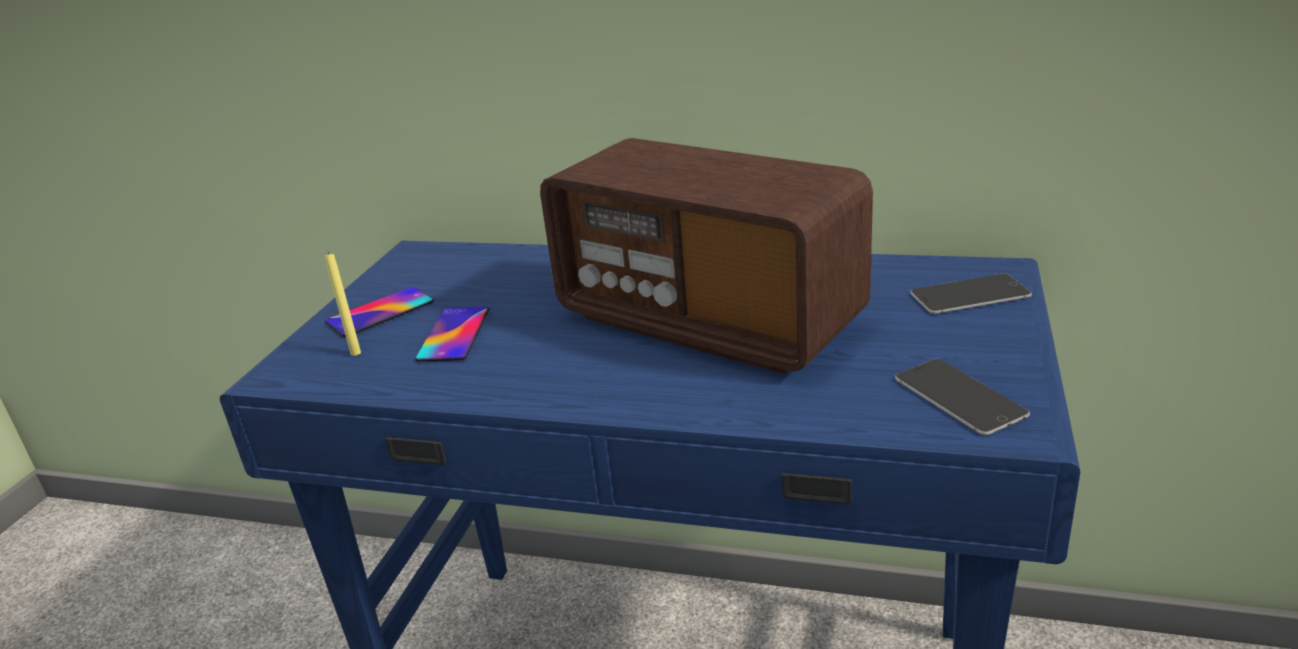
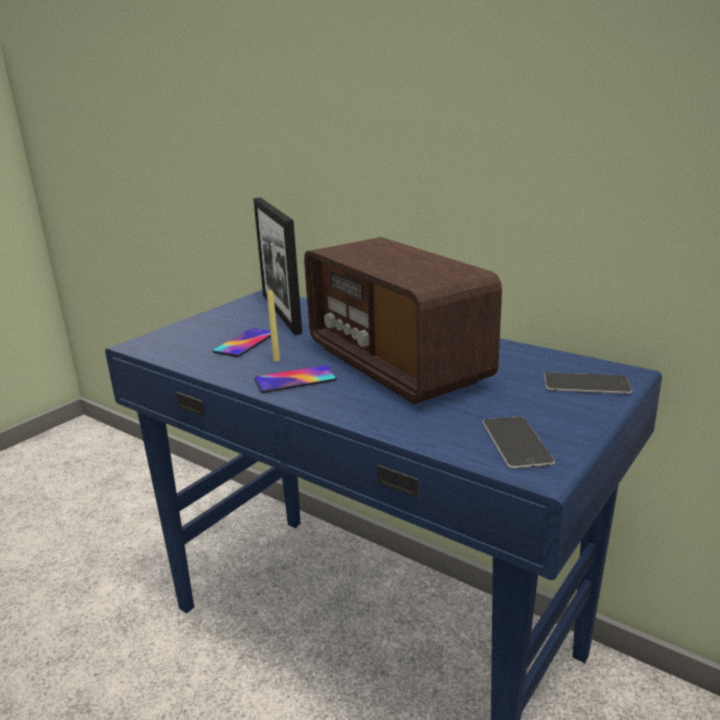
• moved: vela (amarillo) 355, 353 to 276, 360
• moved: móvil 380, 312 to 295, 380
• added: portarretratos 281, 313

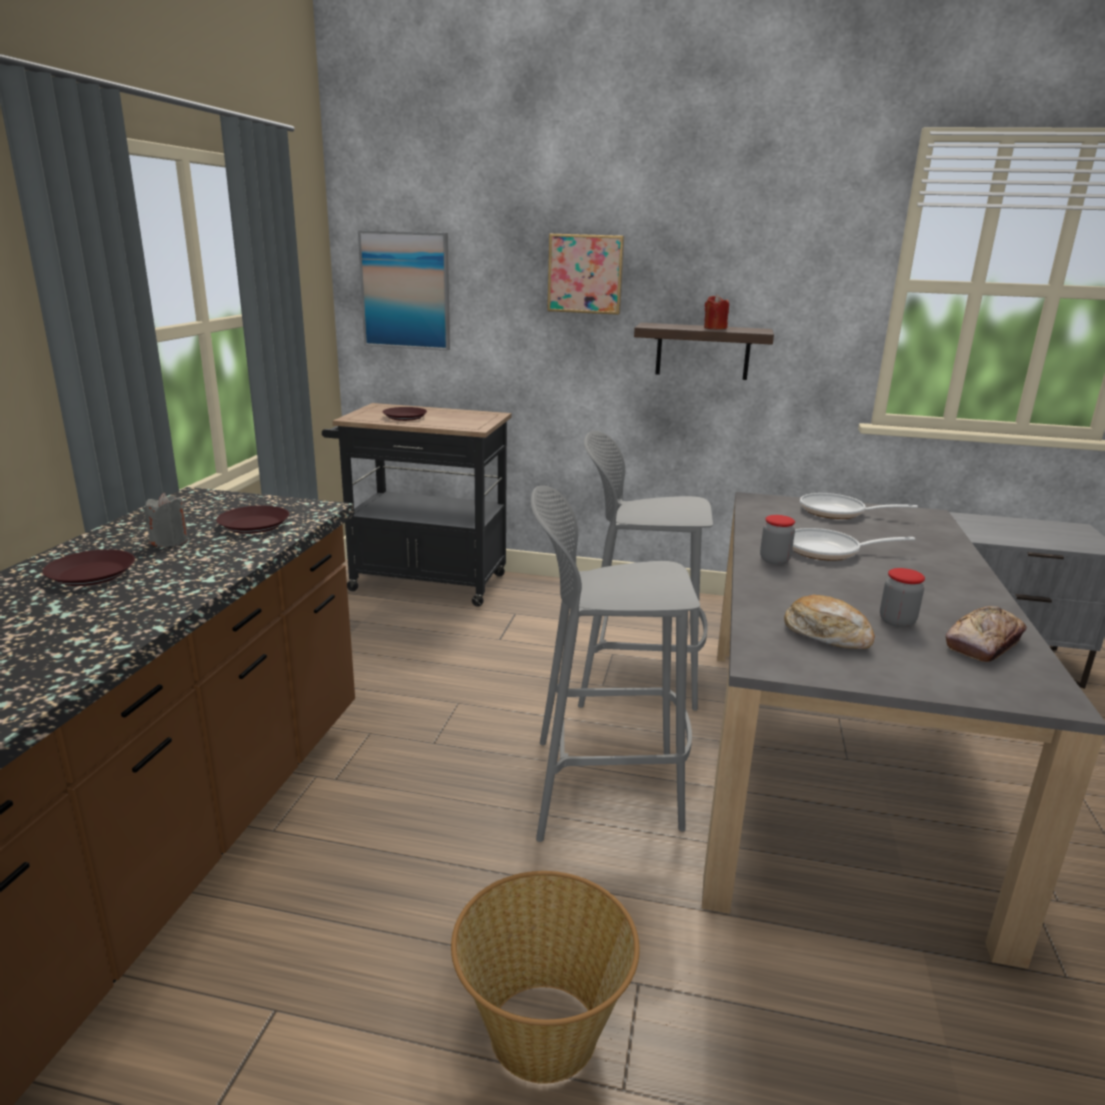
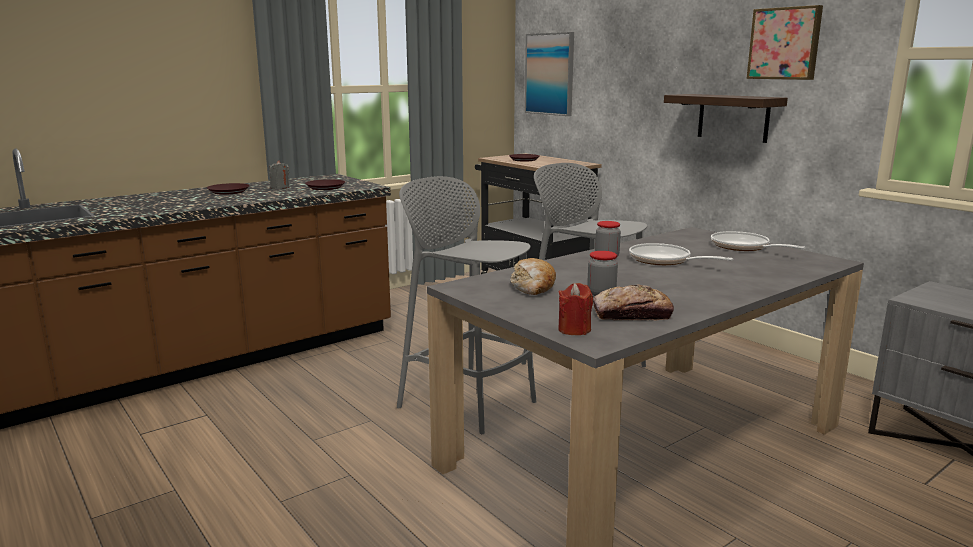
• moved: cuadro 585, 274 to 785, 43
• moved: vela (rojo) 715, 328 to 574, 329
• removed: cesta 542, 1033

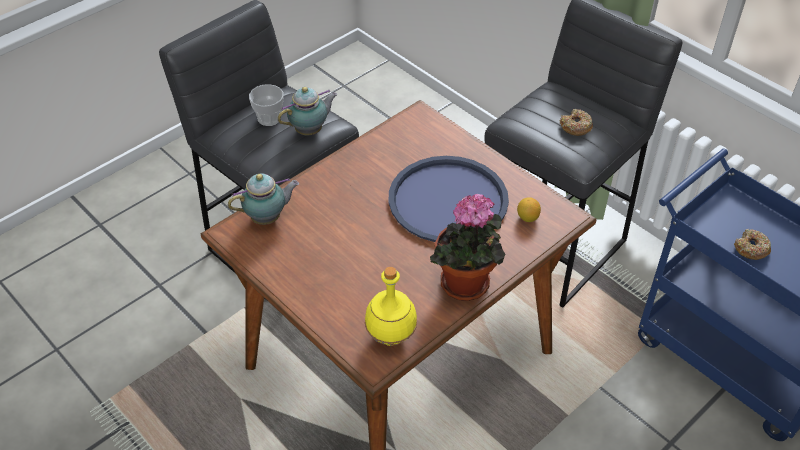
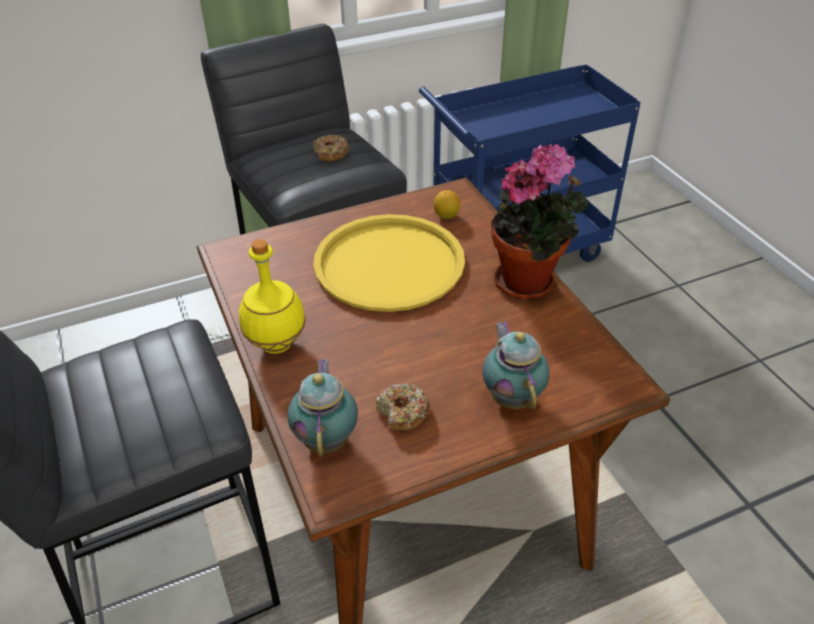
• removed: taza 269, 118
• moved: tetera 311, 130 to 512, 396
• recoloured: bandeja (azul) 448, 201 to bandeja (amarillo) 389, 264
• moved: rosquilla 751, 249 to 403, 413
• moved: botella (amarillo) 391, 337 to 277, 344

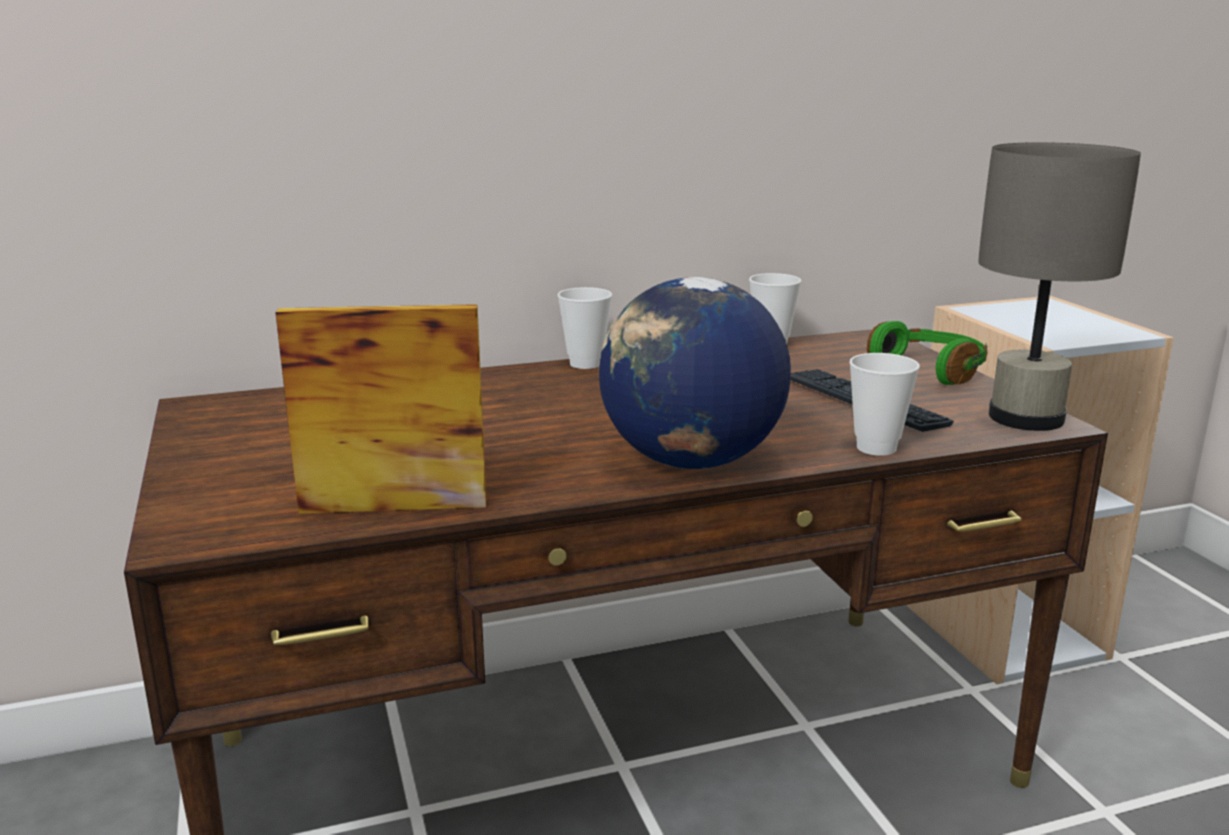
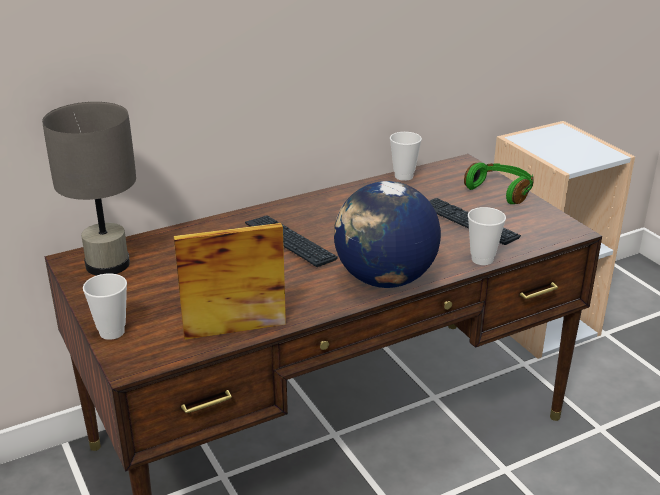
• moved: lámpara de mesa (gris) 1024, 417 to 107, 264
• moved: taza 585, 364 to 112, 332
• added: teclado 289, 242

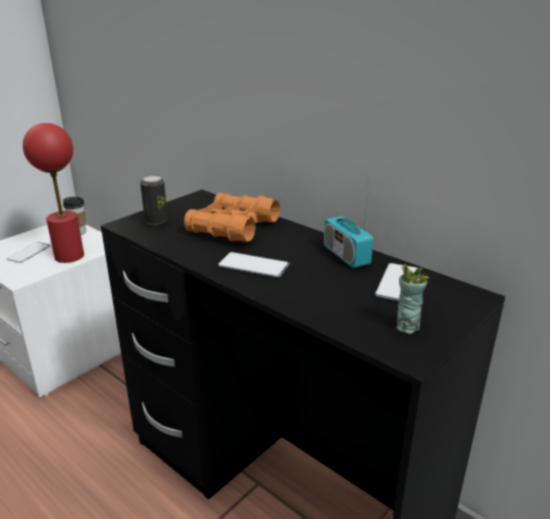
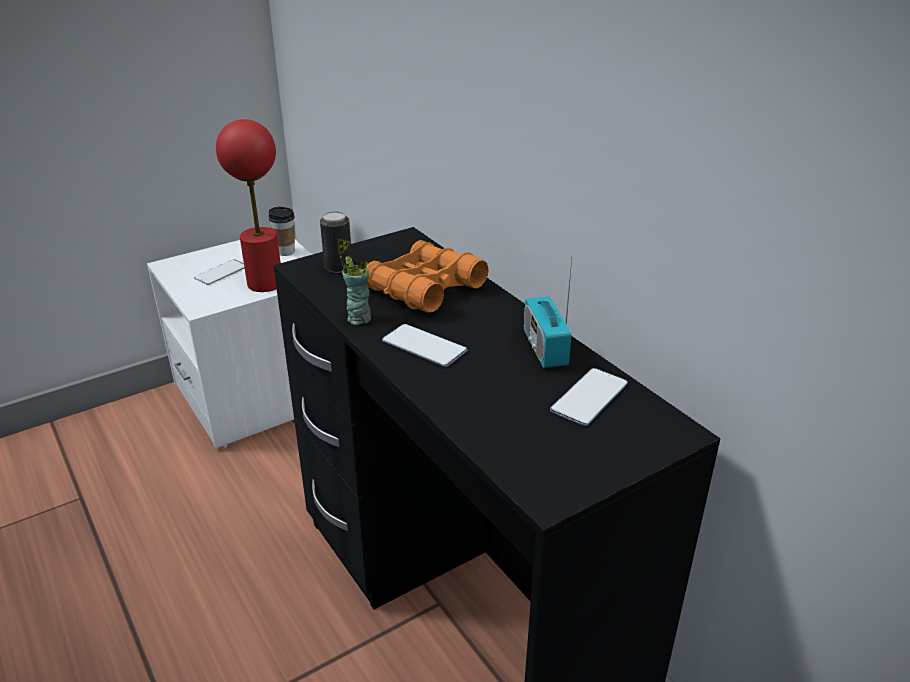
• moved: taza 406, 326 to 359, 318

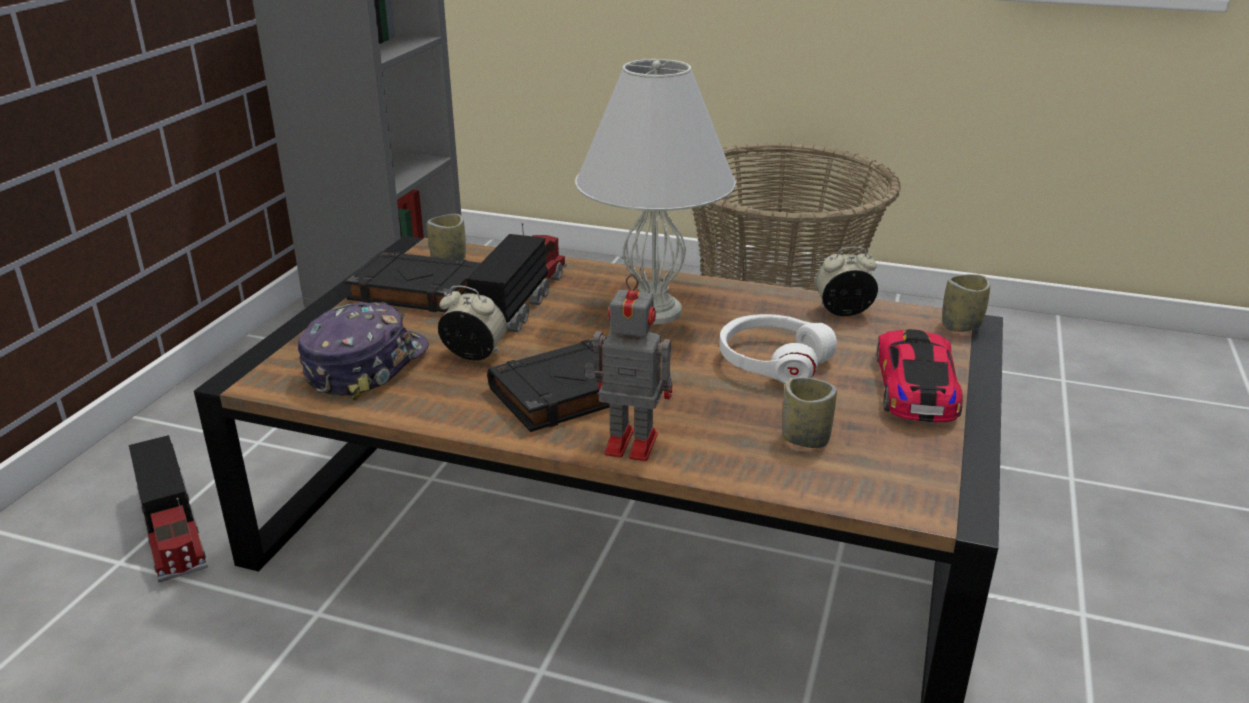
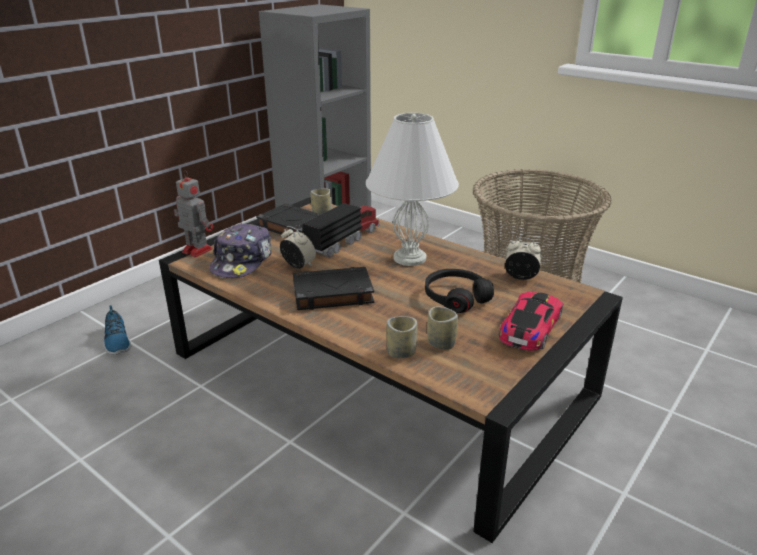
• moved: robot de juguete 628, 443 to 196, 250
• moved: taza 961, 326 to 401, 352
• turned: gorra 365, 365 = 242, 261 150 degrees clockwise
• recoloured: auriculares (blanco) 773, 362 to auriculares (negro) 456, 297
• removed: camión de juguete 172, 530
• added: zapato 116, 341

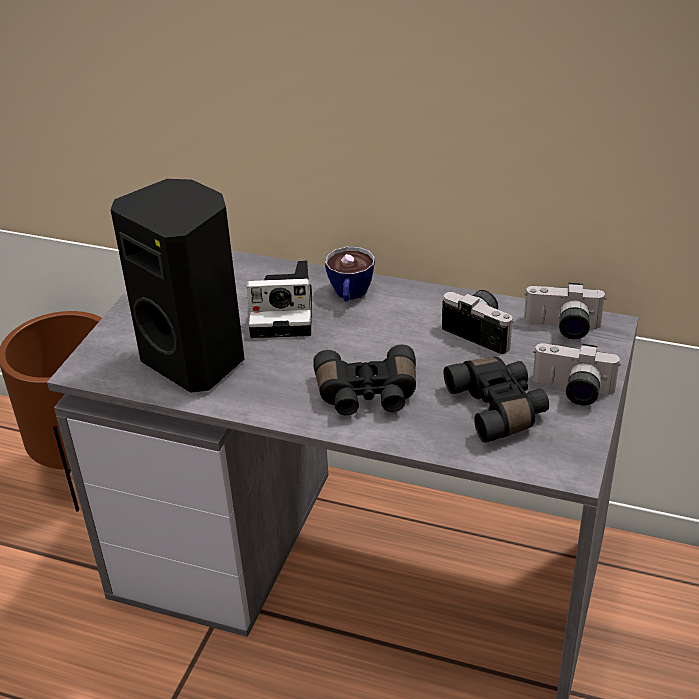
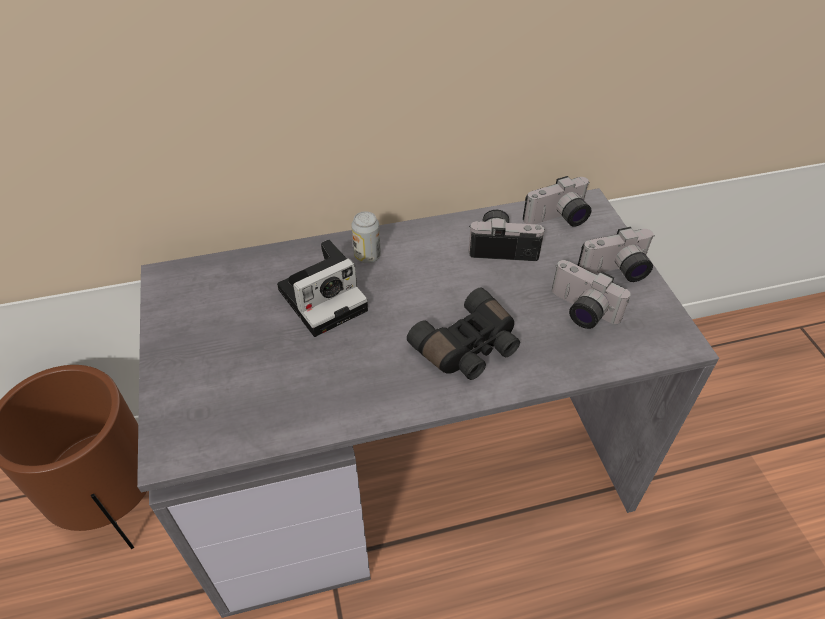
• removed: altavoz (negro) 197, 360
• replaced: taza 350, 295 to lata 367, 256
• replaced: prismáticos (negro) 499, 408 to cámara 580, 311

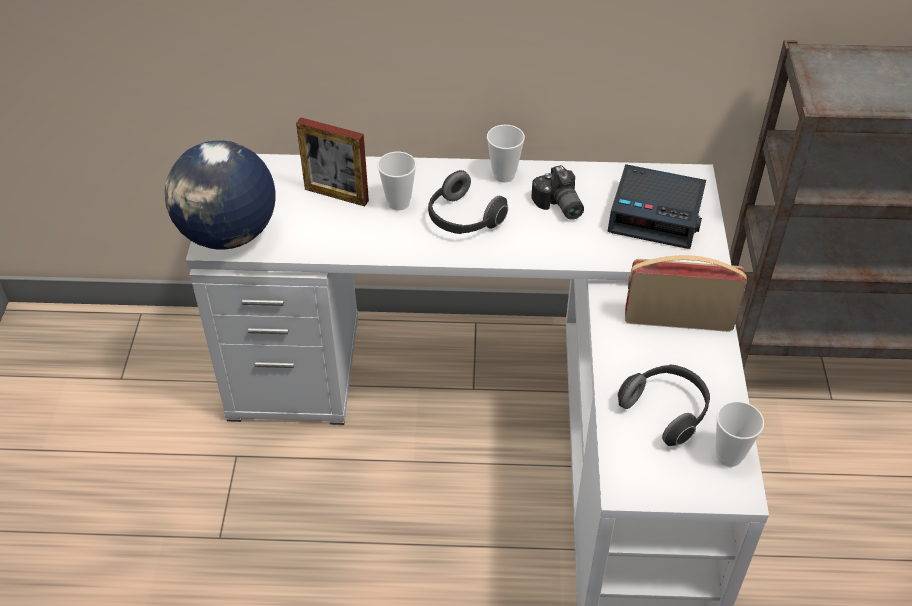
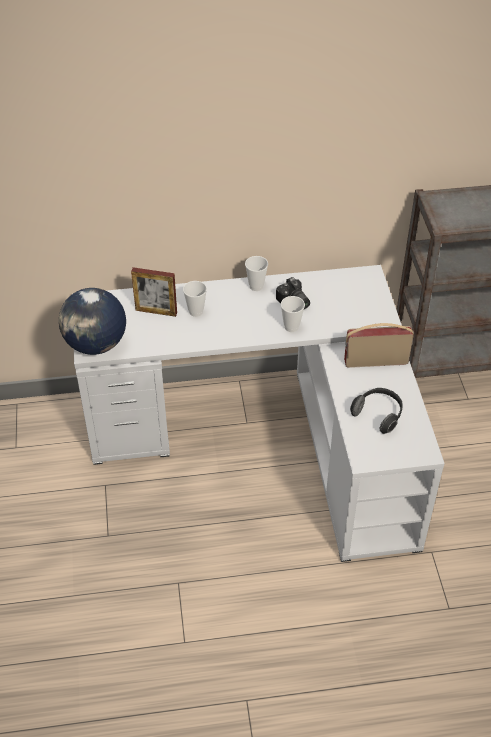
• removed: despertador 656, 215
• removed: auriculares 463, 219
• moved: taza 729, 455 to 291, 327

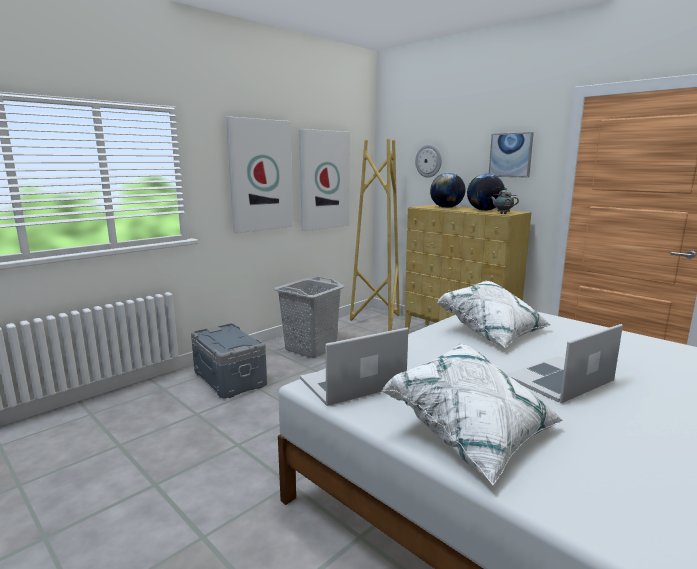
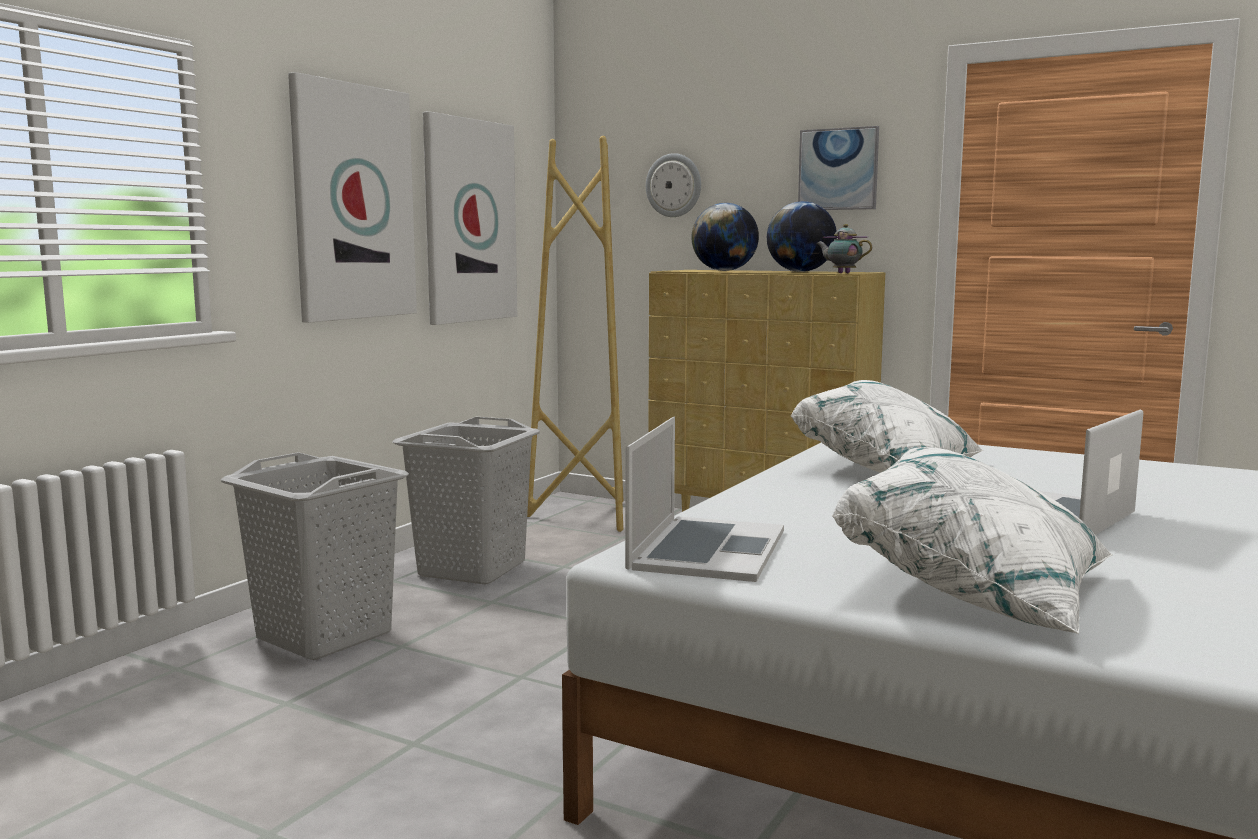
• replaced: caja de almacenaje (gris) 230, 378 to cesto de la ropa (gris) 324, 635
• turned: portátil 353, 382 = 707, 549 150 degrees clockwise

